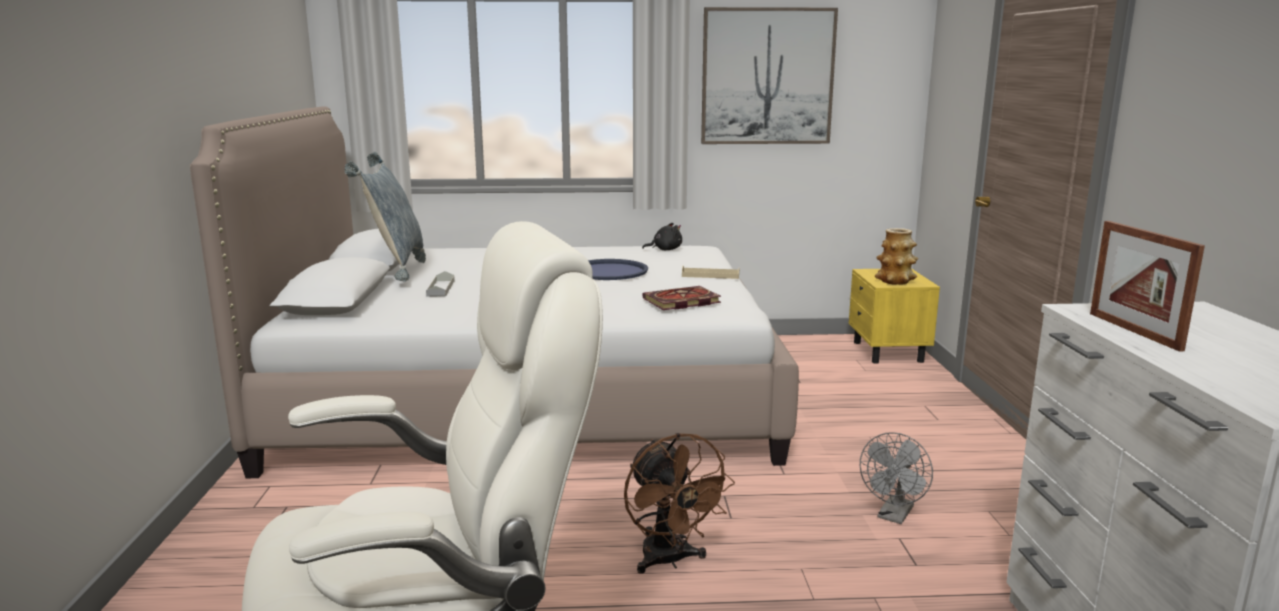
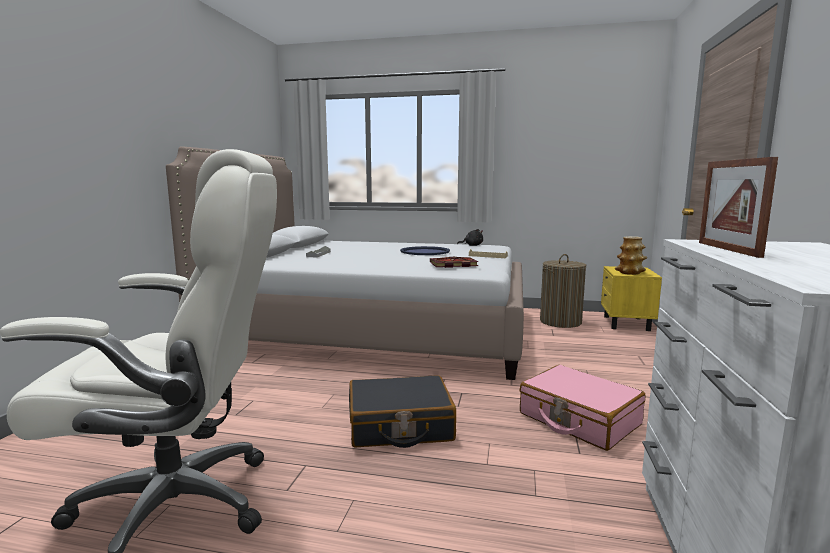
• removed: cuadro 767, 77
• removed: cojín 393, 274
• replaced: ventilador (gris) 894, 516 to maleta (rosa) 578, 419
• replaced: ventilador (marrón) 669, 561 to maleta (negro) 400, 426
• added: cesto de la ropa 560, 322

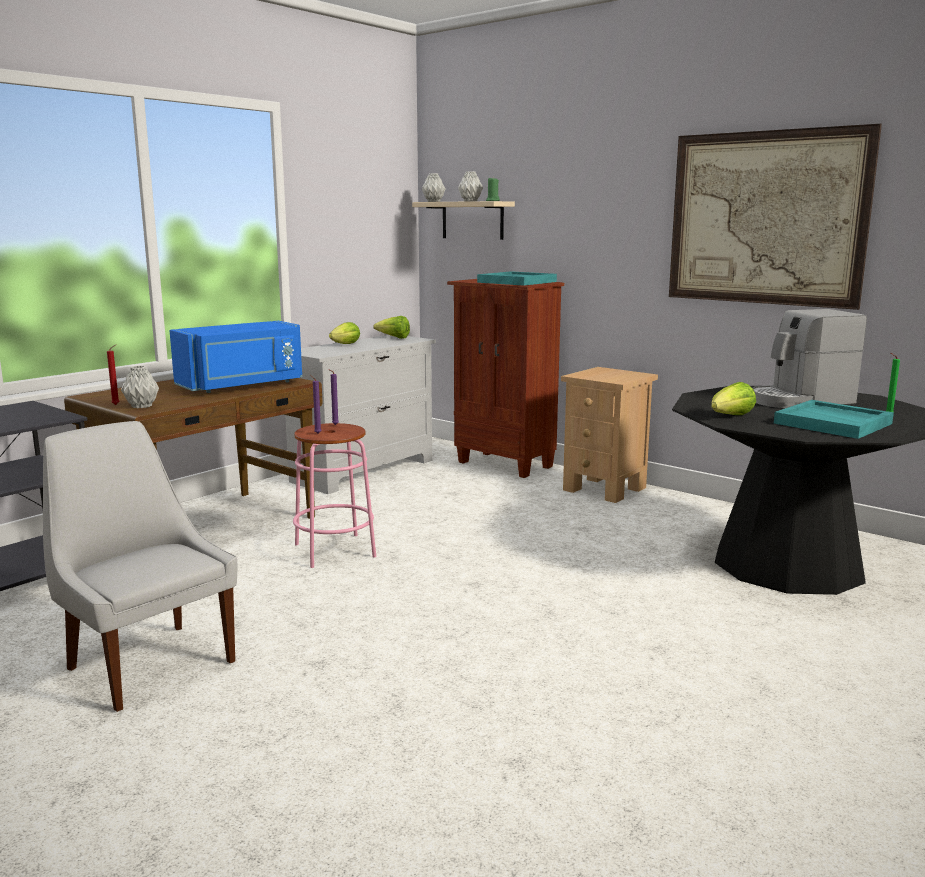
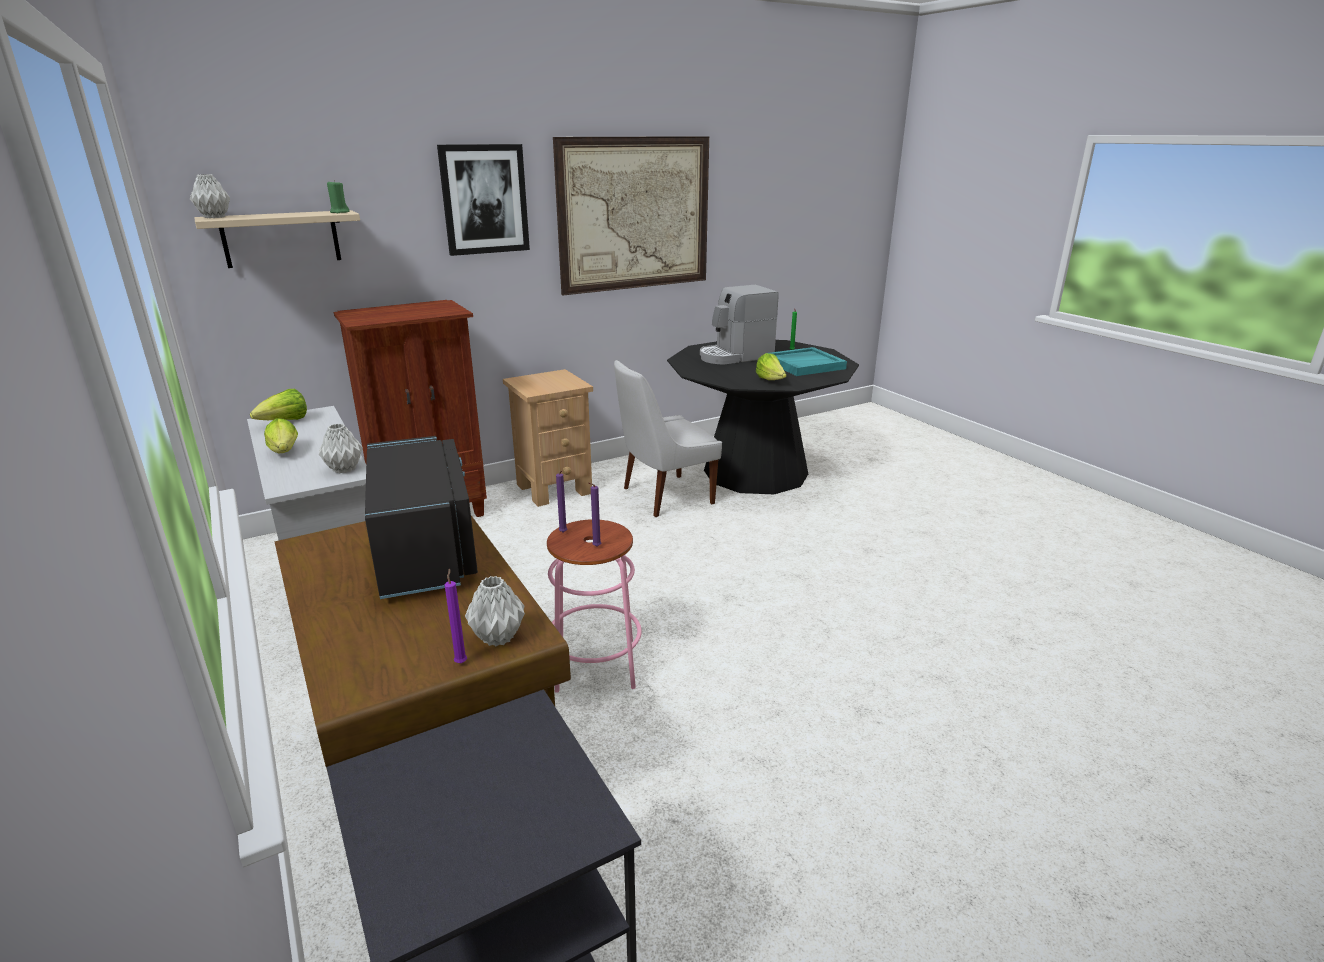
• moved: florero (gris) 470, 201 to 345, 469
• removed: bandeja (turquesa) 516, 282
• turned: cafetera 800, 401 = 735, 356 60 degrees clockwise
• recoloured: microondas (azul) 242, 386 to microondas (negro) 427, 550
• recoloured: vela (rojo) 117, 404 to vela (morado) 461, 662
• moved: silla (blanco) 148, 663 to 664, 496
• added: cuadro 484, 199

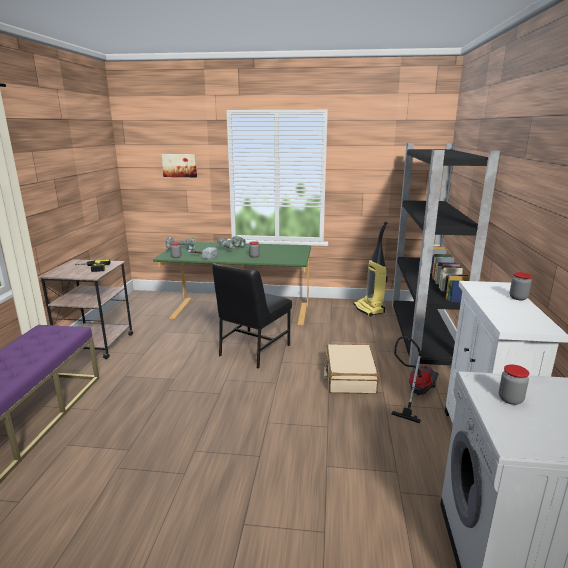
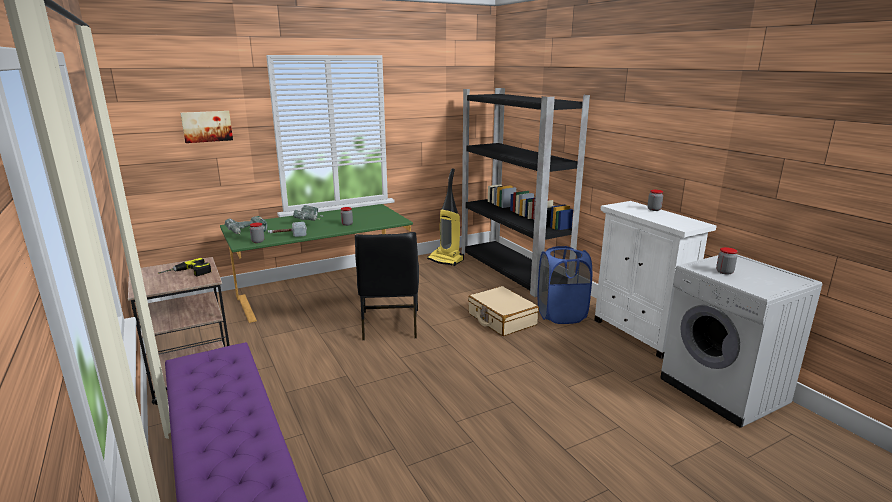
• replaced: aspiradora 414, 393 to cesto de la ropa (azul) 561, 315

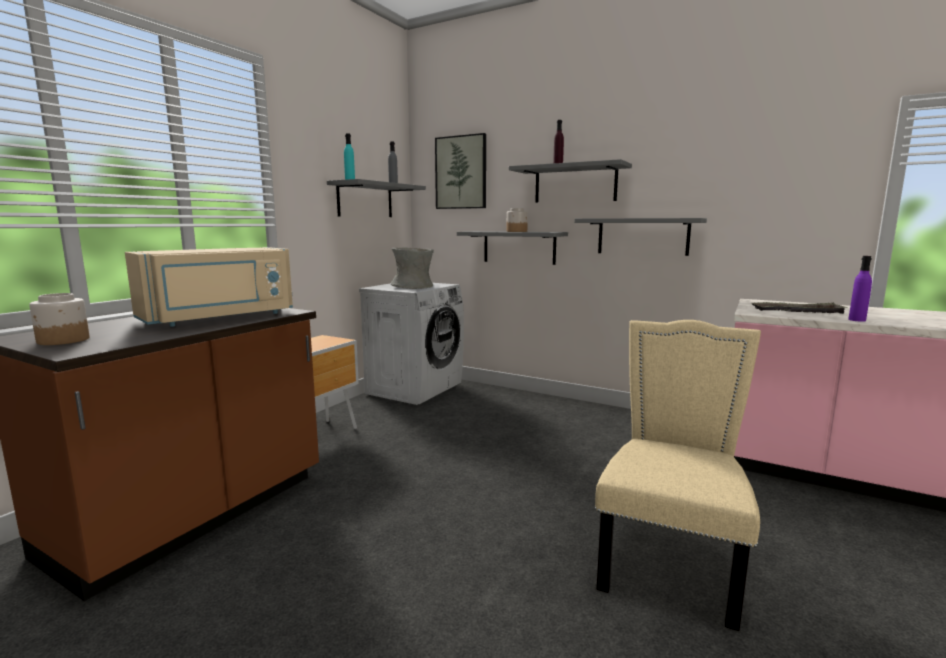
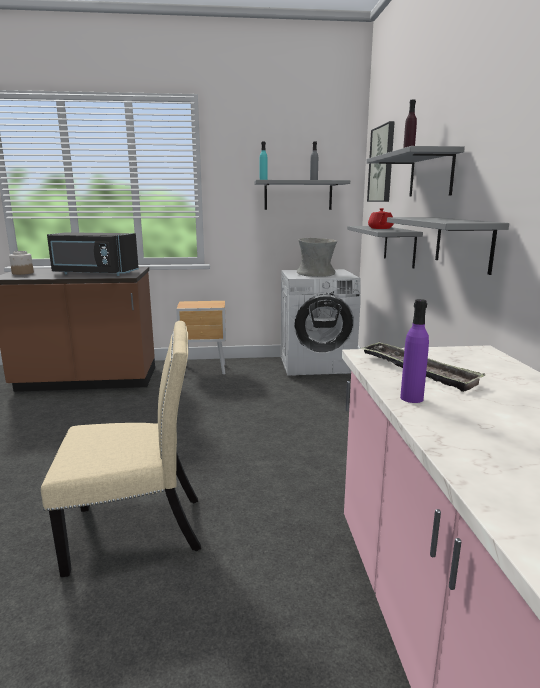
• replaced: tarro 517, 231 to tetera (rojo) 380, 228
• recoloured: microondas (beis) 220, 318 to microondas (negro) 93, 274

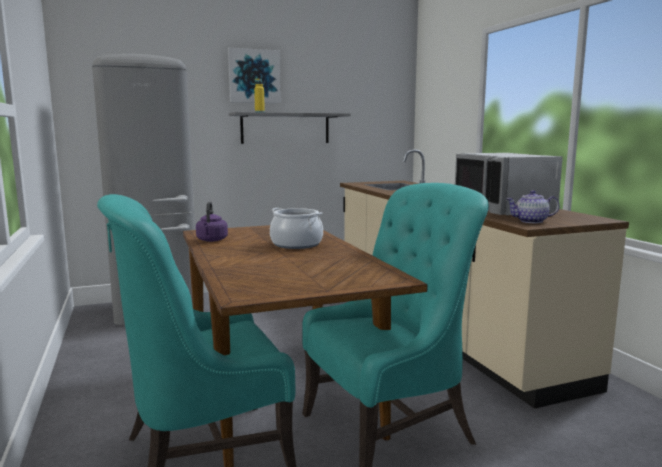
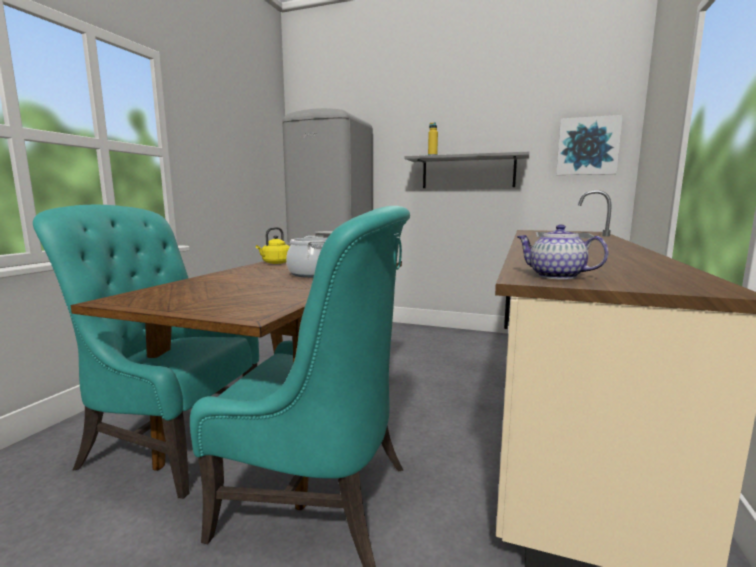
• moved: cuadro 254, 76 to 587, 146
• removed: microondas (gris) 504, 210
• recoloured: hervidor (morado) 211, 240 to hervidor (amarillo) 275, 263

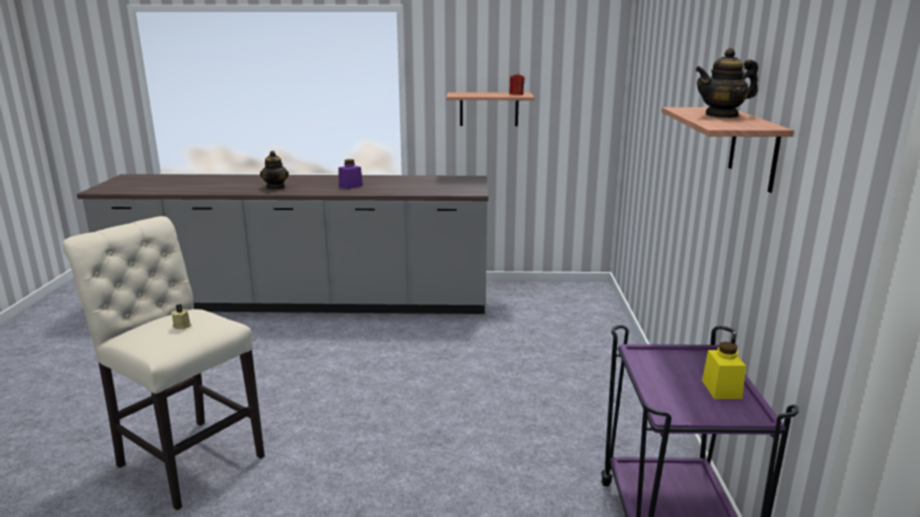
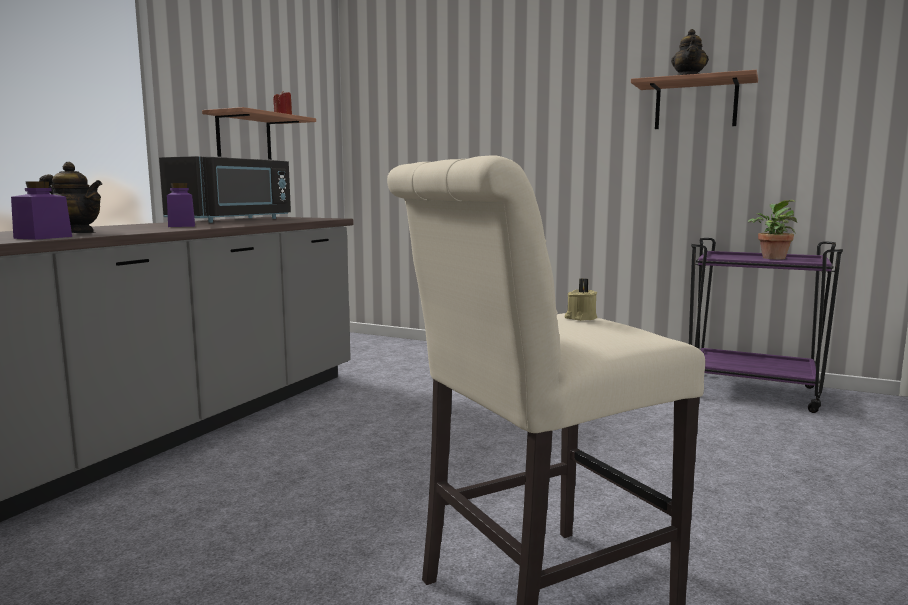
• replaced: tarro (amarillo) 721, 389 to planta en maceta 772, 258
• added: microondas (negro) 234, 220
• added: tarro (morado) 43, 237

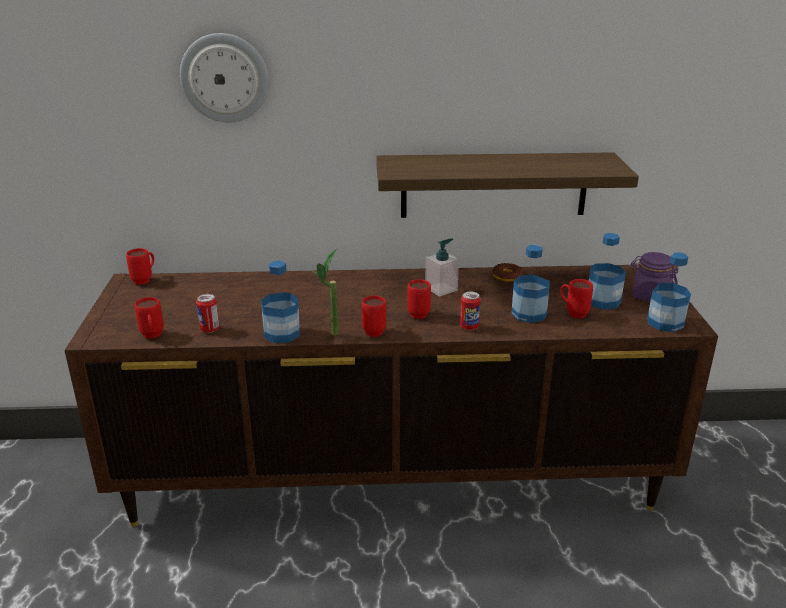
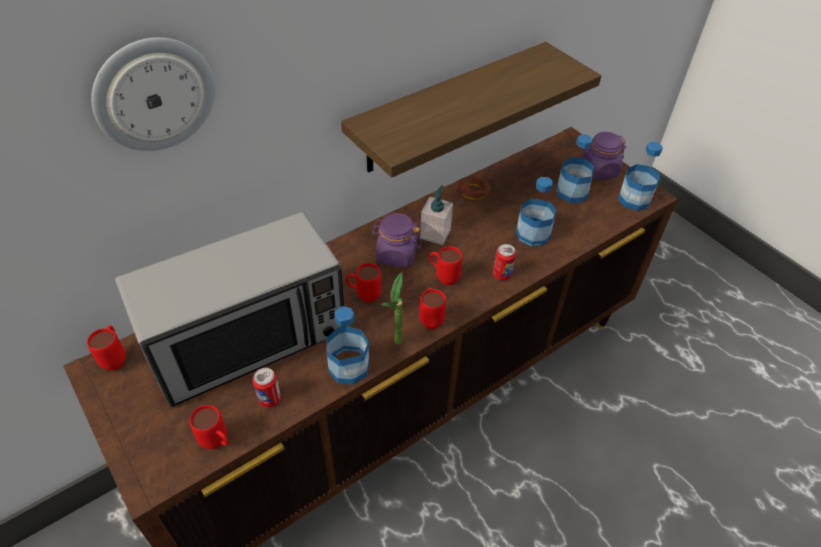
• moved: taza grande (rojo) 573, 313 to 364, 295
• added: microondas 248, 338
• added: tarro (morado) 396, 255

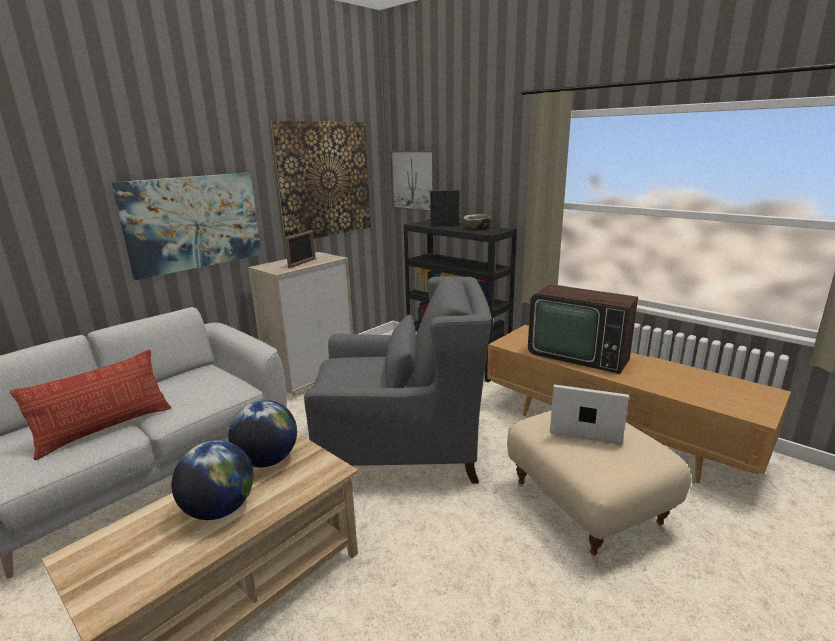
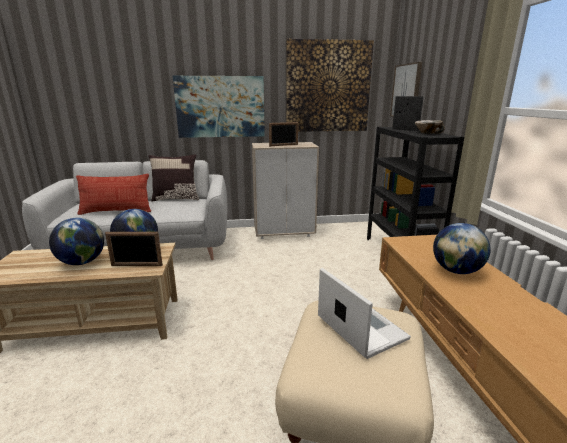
• removed: sillón (gris) 401, 446
• replaced: televisor 578, 354 to globo terráqueo 456, 271
• added: cojín 176, 199
• added: portarretratos 136, 265

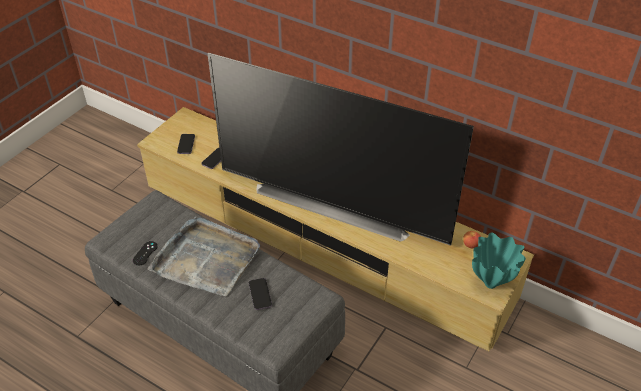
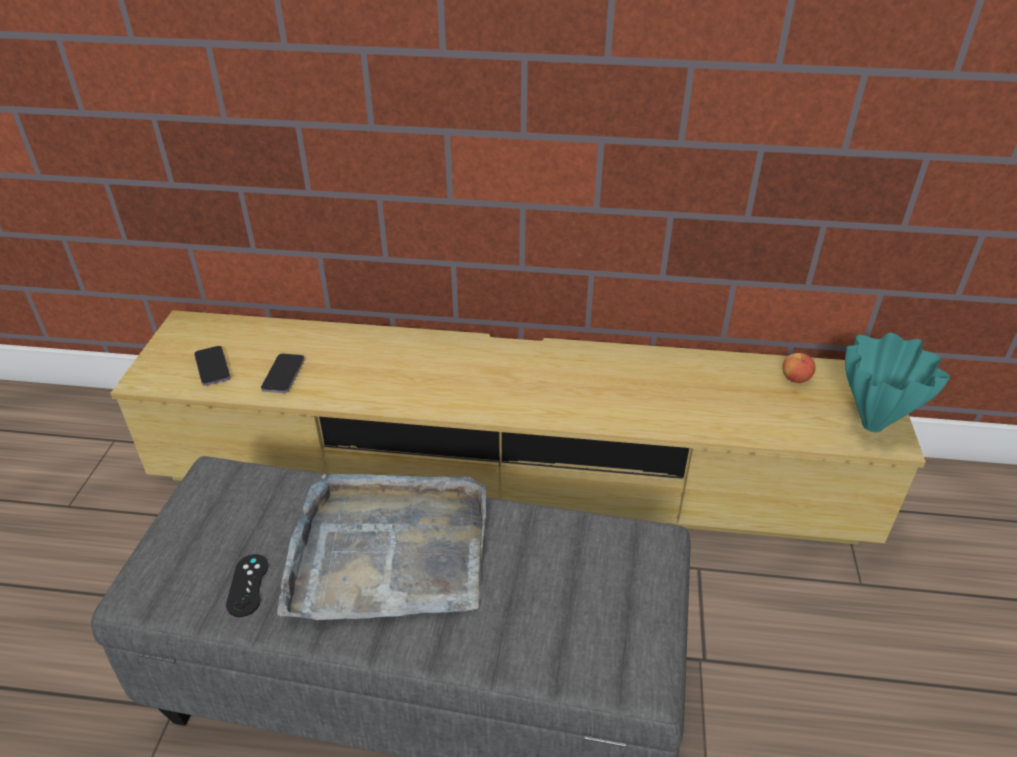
• removed: televisor 335, 202
• removed: móvil 260, 294

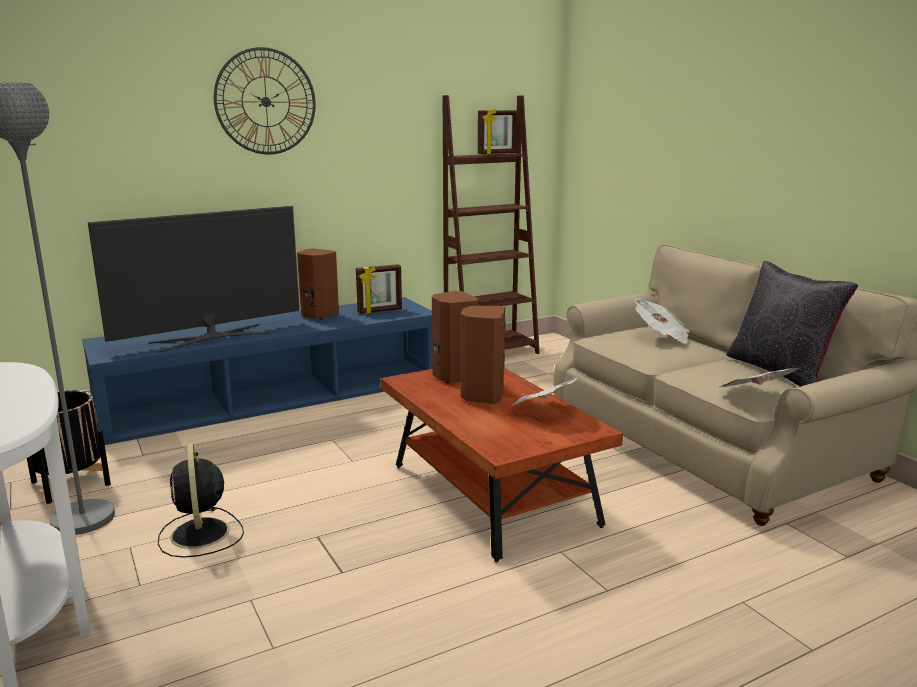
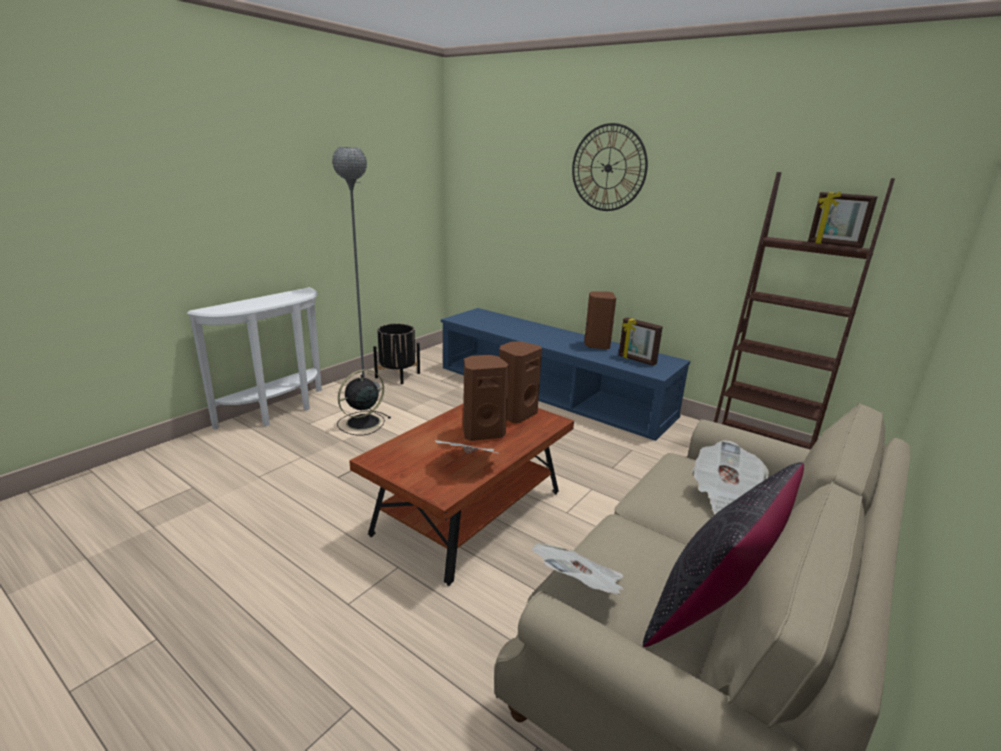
• removed: televisor 211, 337

